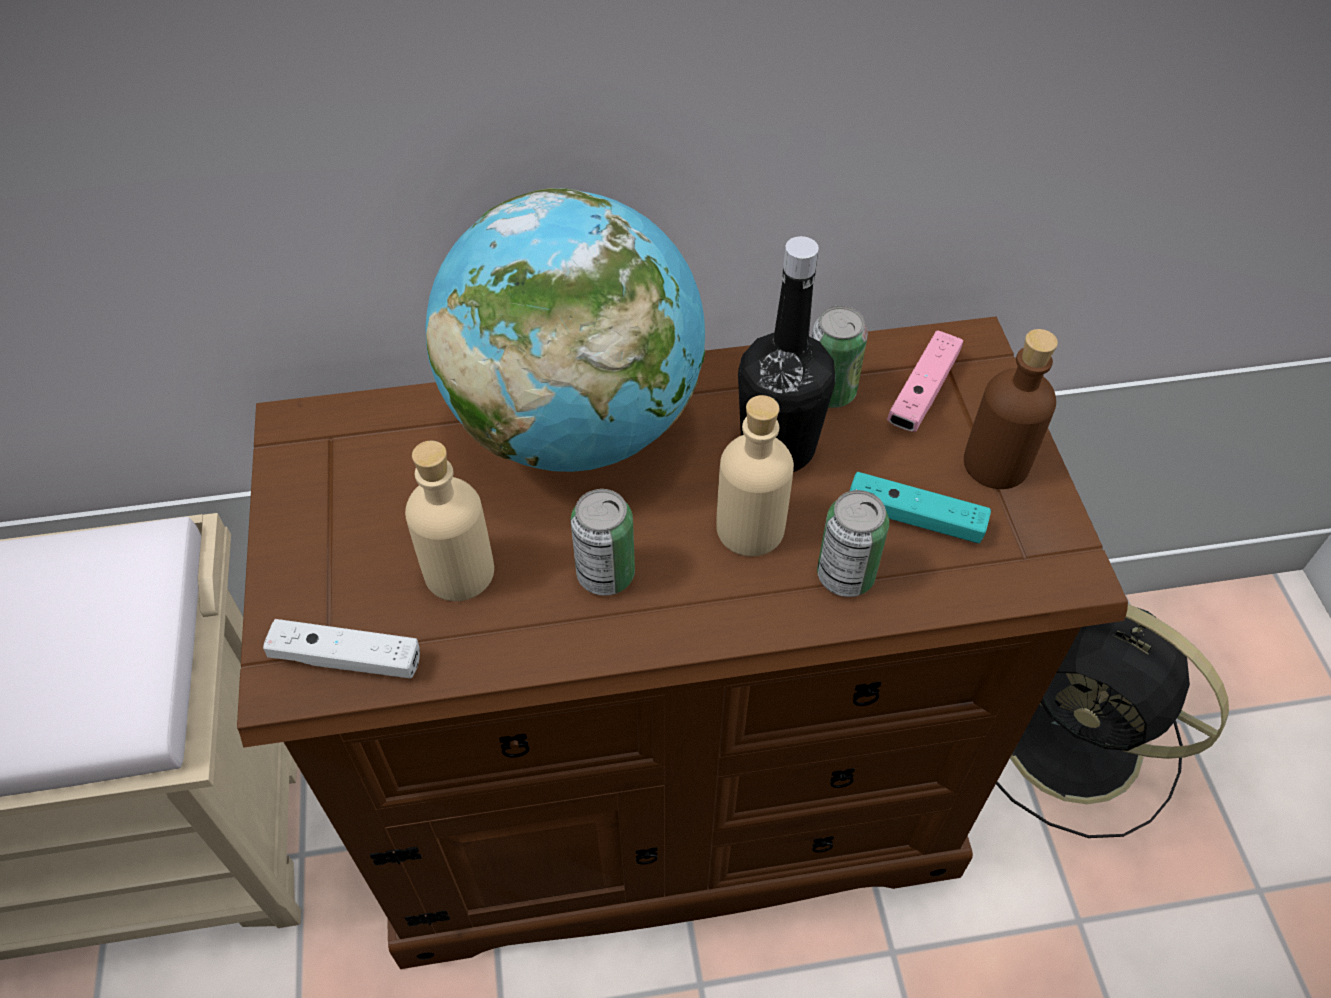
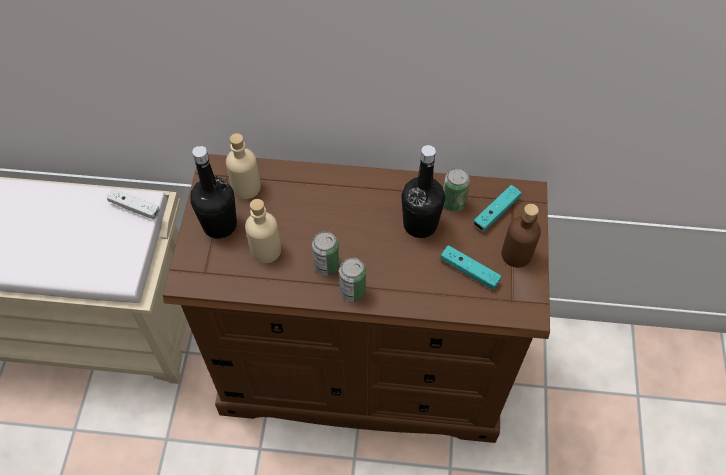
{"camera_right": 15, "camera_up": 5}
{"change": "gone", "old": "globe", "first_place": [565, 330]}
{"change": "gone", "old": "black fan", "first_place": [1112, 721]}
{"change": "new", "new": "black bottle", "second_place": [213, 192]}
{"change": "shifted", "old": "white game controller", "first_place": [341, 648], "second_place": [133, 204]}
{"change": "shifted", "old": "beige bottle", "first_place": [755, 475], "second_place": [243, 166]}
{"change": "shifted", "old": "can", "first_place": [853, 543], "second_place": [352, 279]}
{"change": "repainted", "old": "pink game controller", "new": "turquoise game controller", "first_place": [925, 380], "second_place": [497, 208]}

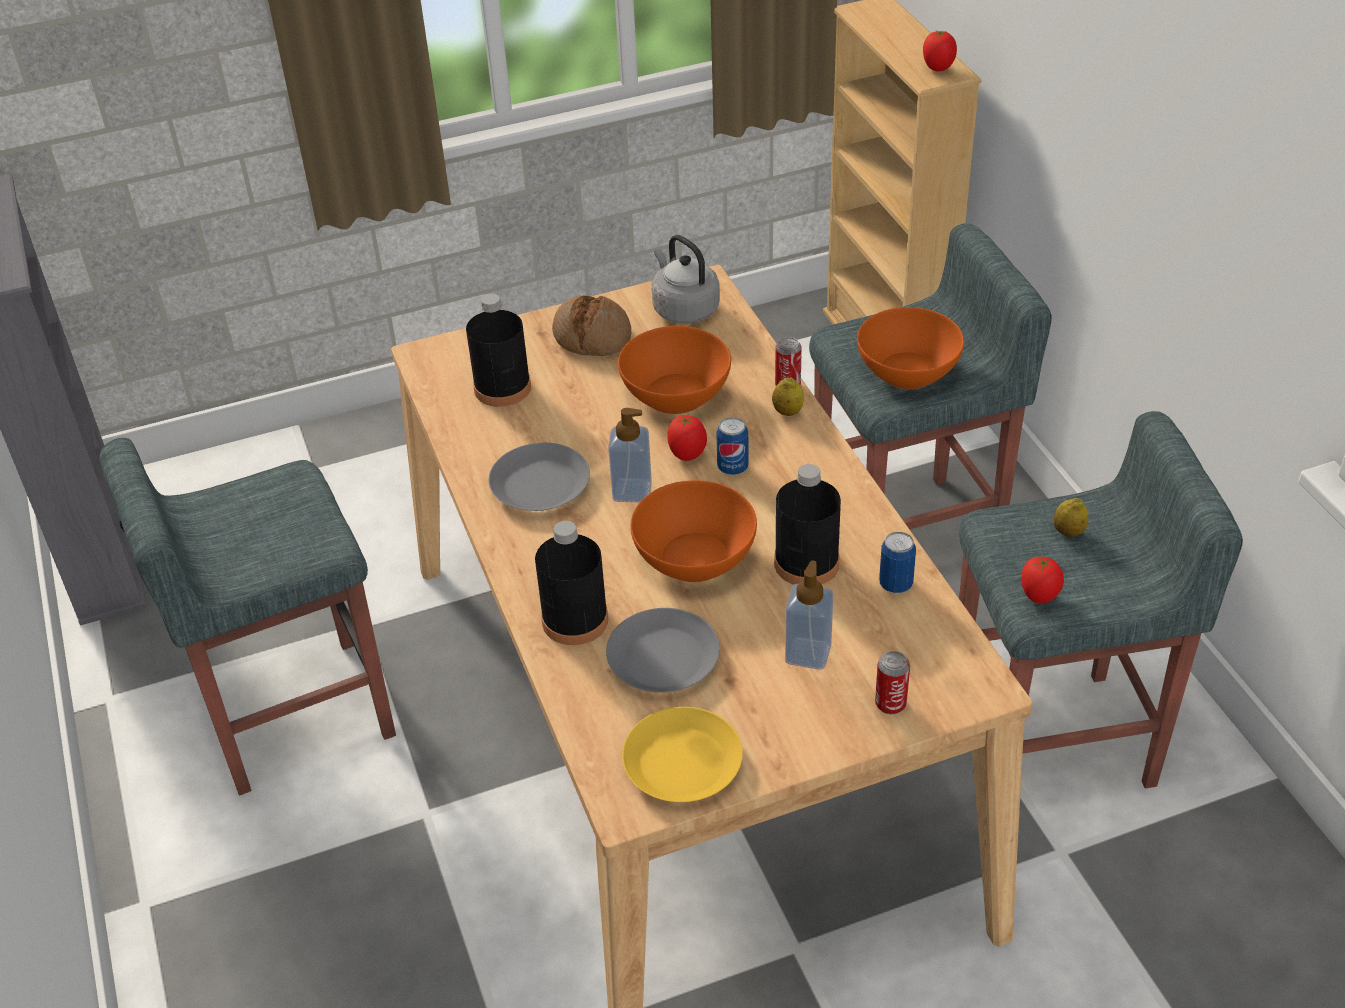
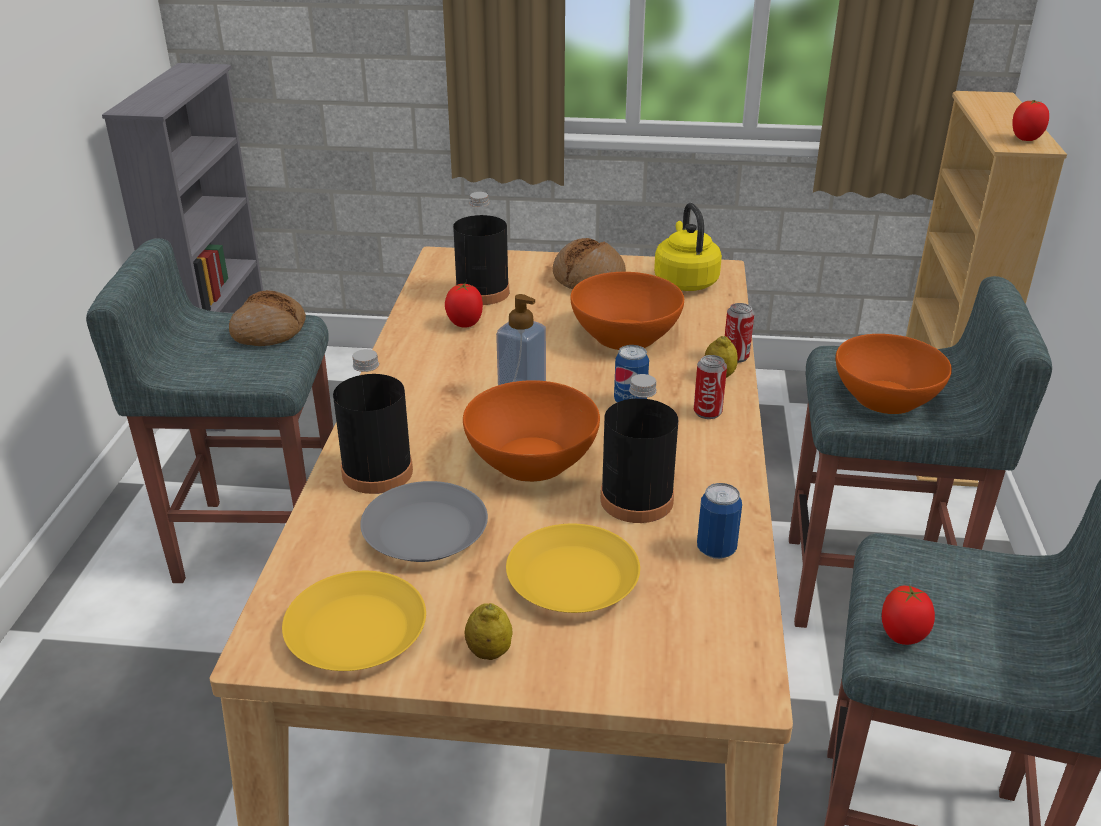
{"camera_right": 25, "camera_up": -10}
{"change": "gone", "old": "grey plate", "first_place": [539, 477]}
{"change": "new", "new": "bread", "second_place": [267, 318]}
{"change": "shifted", "old": "tomato", "first_place": [687, 438], "second_place": [464, 305]}
{"change": "shifted", "old": "can", "first_place": [892, 682], "second_place": [710, 387]}
{"change": "shifted", "old": "lemon", "first_place": [1071, 517], "second_place": [488, 631]}
{"change": "swapped", "old": "soap dispenser", "new": "yellow plate", "first_place": [809, 615], "second_place": [573, 568]}
{"change": "repainted", "old": "grey kettle", "new": "yellow kettle", "first_place": [686, 279], "second_place": [688, 247]}

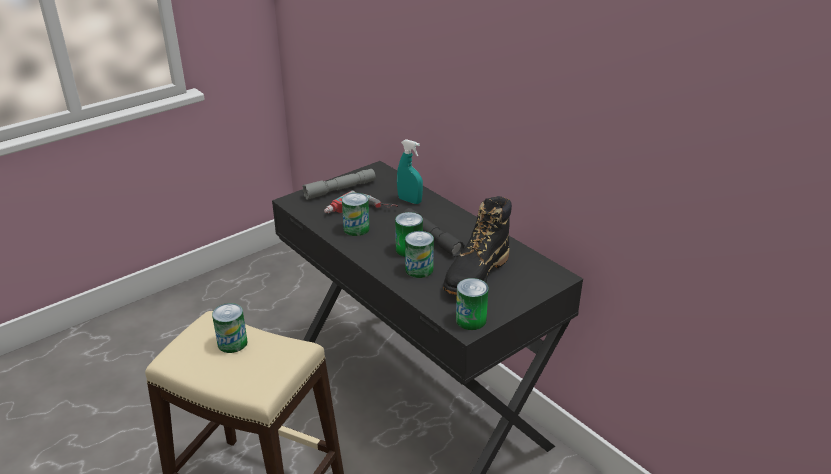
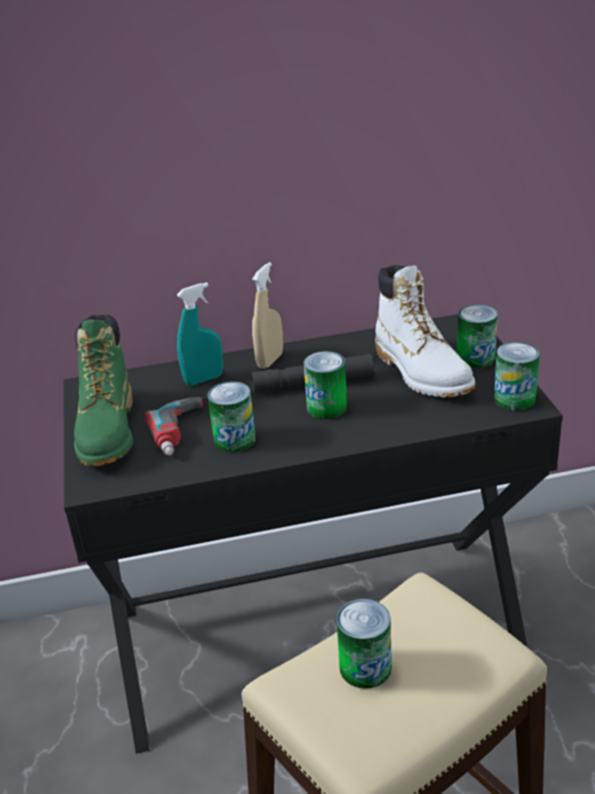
{"camera_right": -60, "camera_up": 0}
{"change": "new", "new": "beige spray bottle", "second_place": [267, 315]}
{"change": "shifted", "old": "can", "first_place": [419, 254], "second_place": [477, 336]}
{"change": "swapped", "old": "grey flashlight", "new": "green boot", "first_place": [339, 184], "second_place": [103, 390]}
{"change": "repainted", "old": "black boot", "new": "white boot", "first_place": [477, 245], "second_place": [425, 331]}

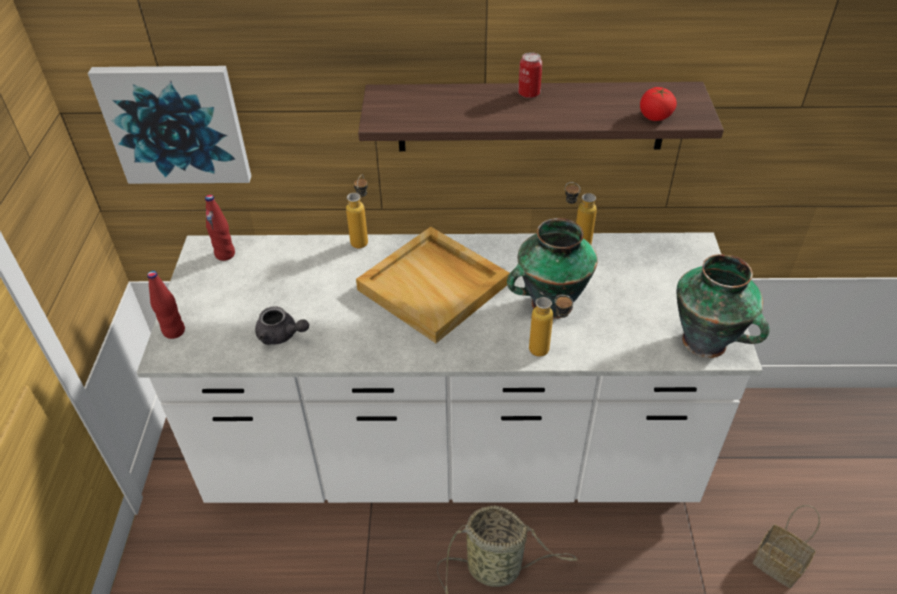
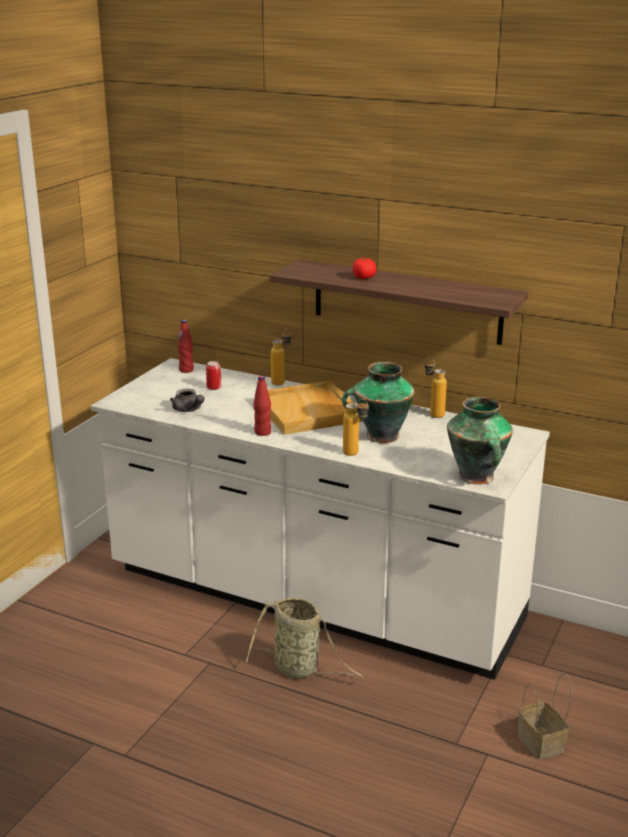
{"camera_right": 25, "camera_up": -20}
{"change": "gone", "old": "picture", "first_place": [169, 125]}
{"change": "shifted", "old": "red bottle", "first_place": [166, 305], "second_place": [262, 405]}
{"change": "shifted", "old": "can", "first_place": [530, 75], "second_place": [213, 375]}
{"change": "shifted", "old": "tomato", "first_place": [658, 104], "second_place": [364, 268]}

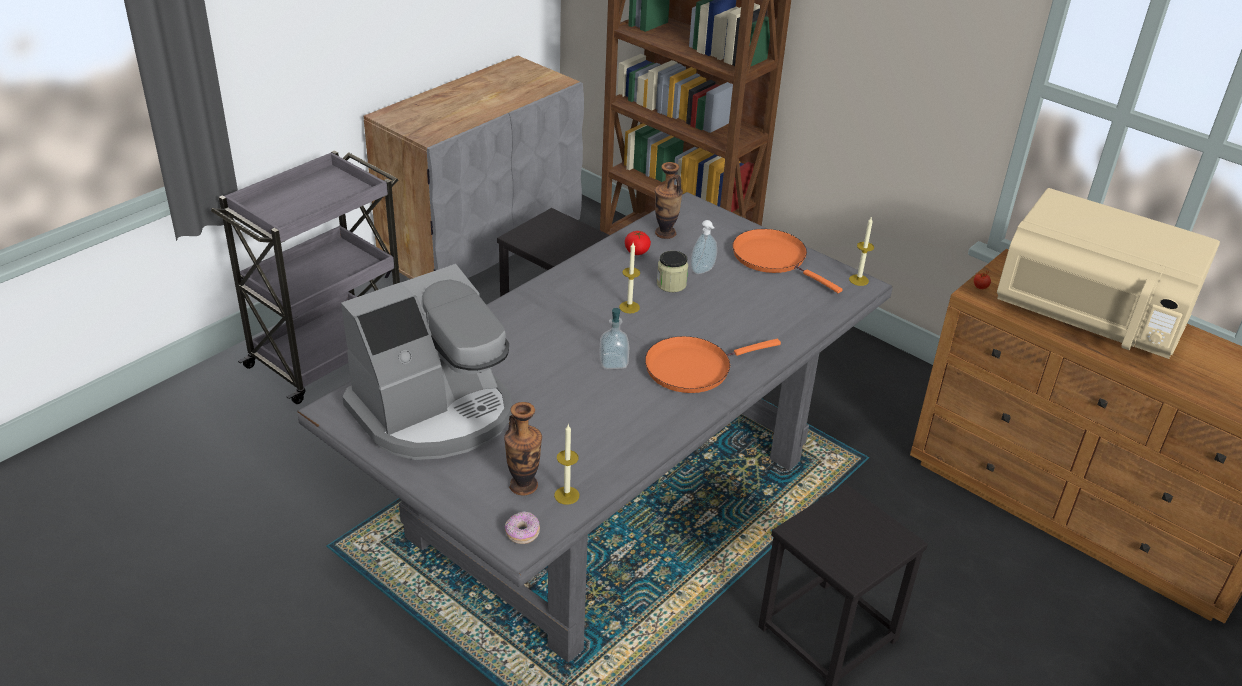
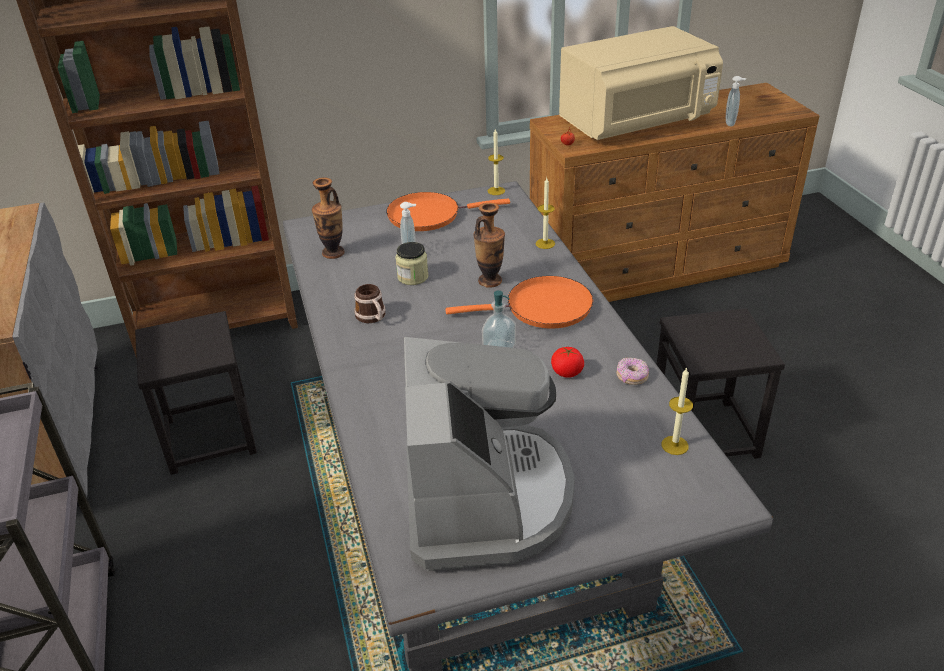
{"camera_right": -55, "camera_up": 0}
{"change": "new", "new": "mug", "second_place": [369, 303]}
{"change": "new", "new": "soap dispenser", "second_place": [736, 101]}
{"change": "shifted", "old": "vase", "first_place": [523, 448], "second_place": [489, 245]}
{"change": "shifted", "old": "donut", "first_place": [522, 527], "second_place": [633, 371]}
{"change": "shifted", "old": "candle", "first_place": [629, 278], "second_place": [545, 213]}
{"change": "shifted", "old": "tomato", "first_place": [638, 243], "second_place": [567, 362]}
{"change": "rotated", "old": "orange frying pan", "first_place": [713, 364], "second_place": [519, 302], "degrees": -105}

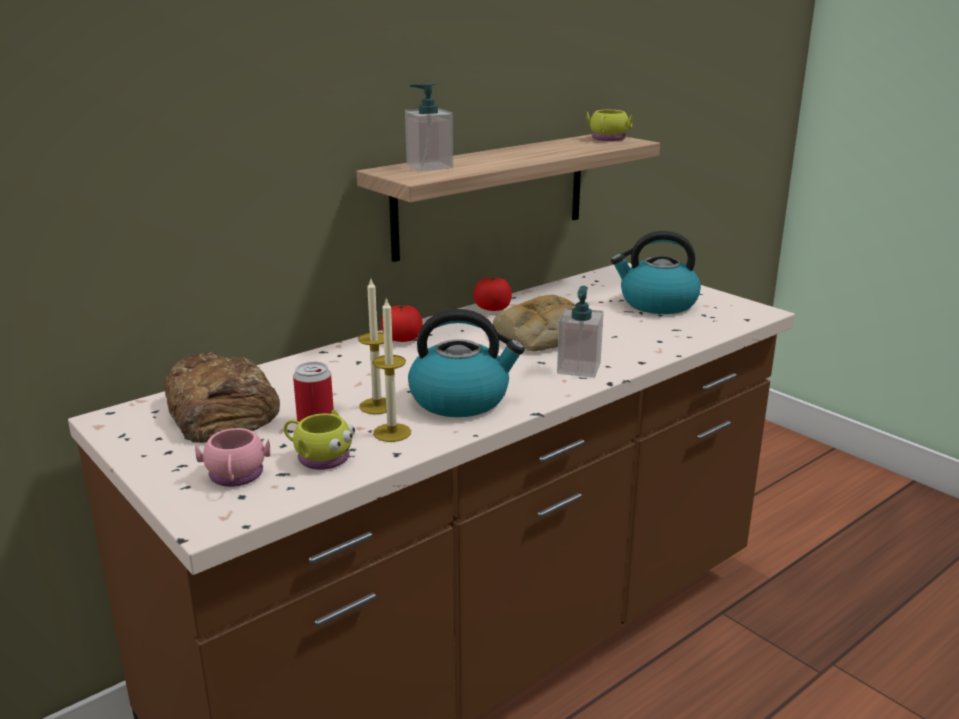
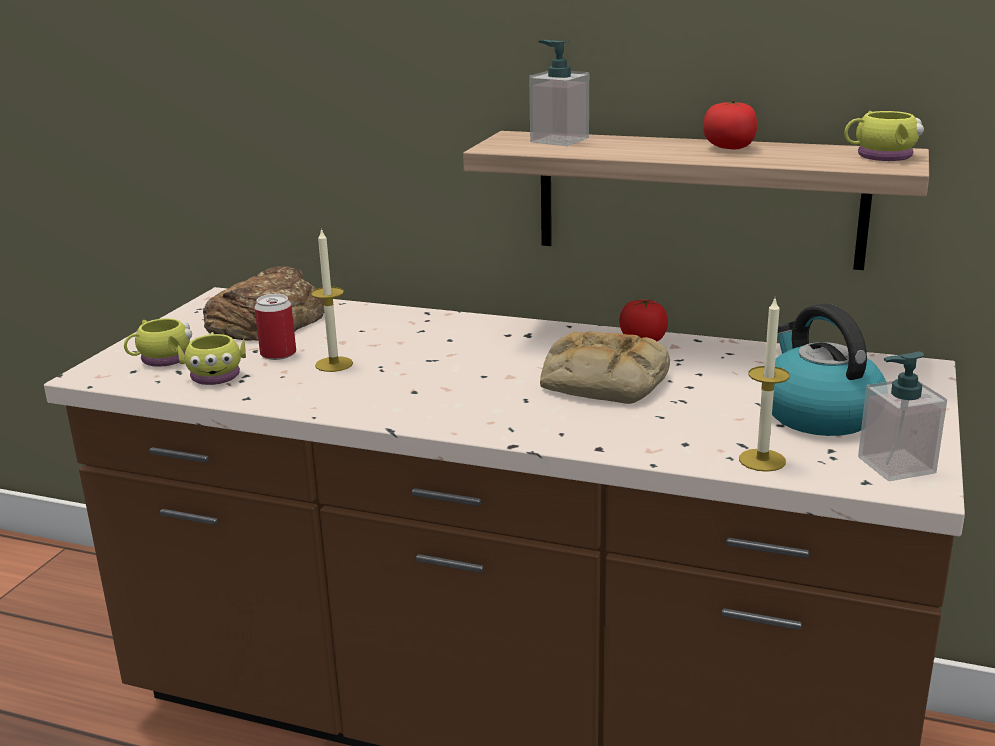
{"camera_right": 60, "camera_up": 0}
{"change": "gone", "old": "kettle", "first_place": [466, 363]}
{"change": "shifted", "old": "candle", "first_place": [391, 369], "second_place": [764, 385]}
{"change": "shifted", "old": "tomato", "first_place": [402, 323], "second_place": [730, 124]}
{"change": "shifted", "old": "soap dispenser", "first_place": [580, 332], "second_place": [902, 416]}
{"change": "repainted", "old": "pink mug", "new": "yellow mug", "first_place": [233, 457], "second_place": [158, 342]}

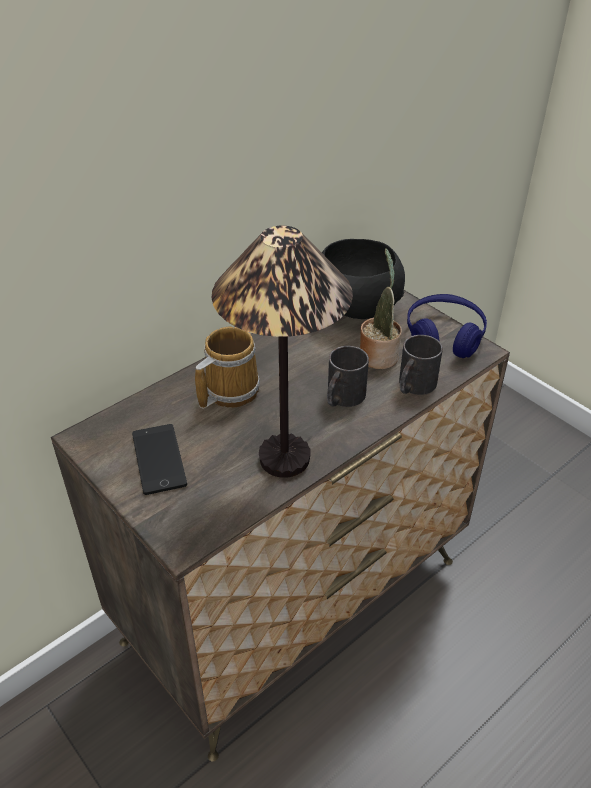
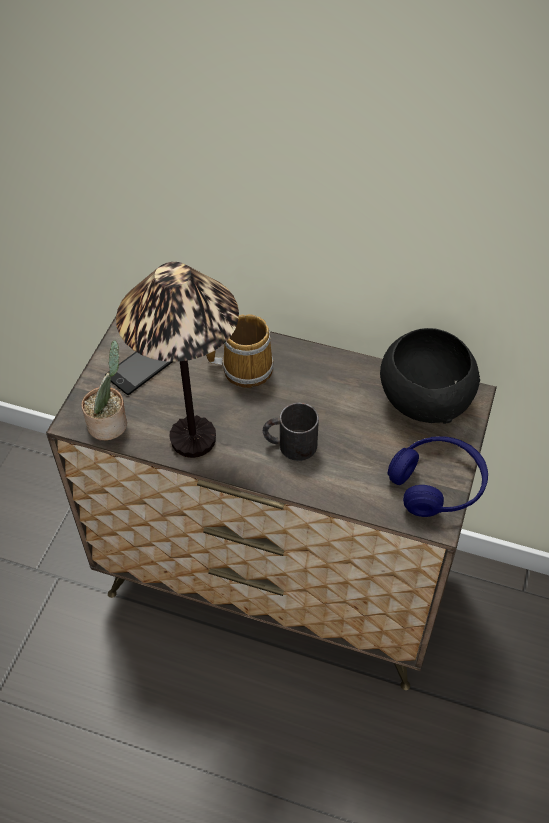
{"camera_right": 60, "camera_up": 10}
{"change": "gone", "old": "black mug", "first_place": [421, 365]}
{"change": "shifted", "old": "potted plant", "first_place": [381, 308], "second_place": [104, 390]}

